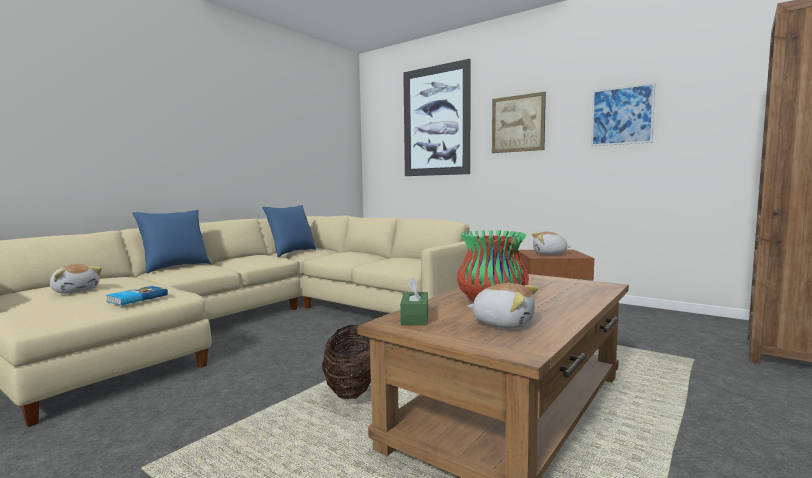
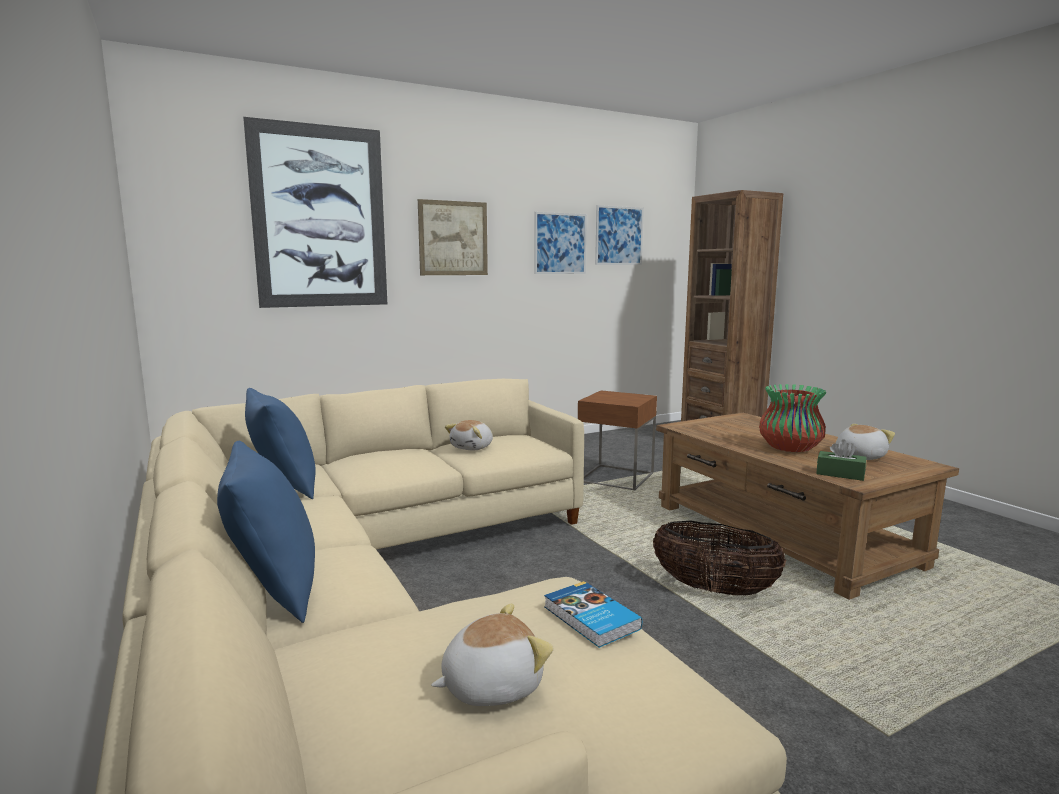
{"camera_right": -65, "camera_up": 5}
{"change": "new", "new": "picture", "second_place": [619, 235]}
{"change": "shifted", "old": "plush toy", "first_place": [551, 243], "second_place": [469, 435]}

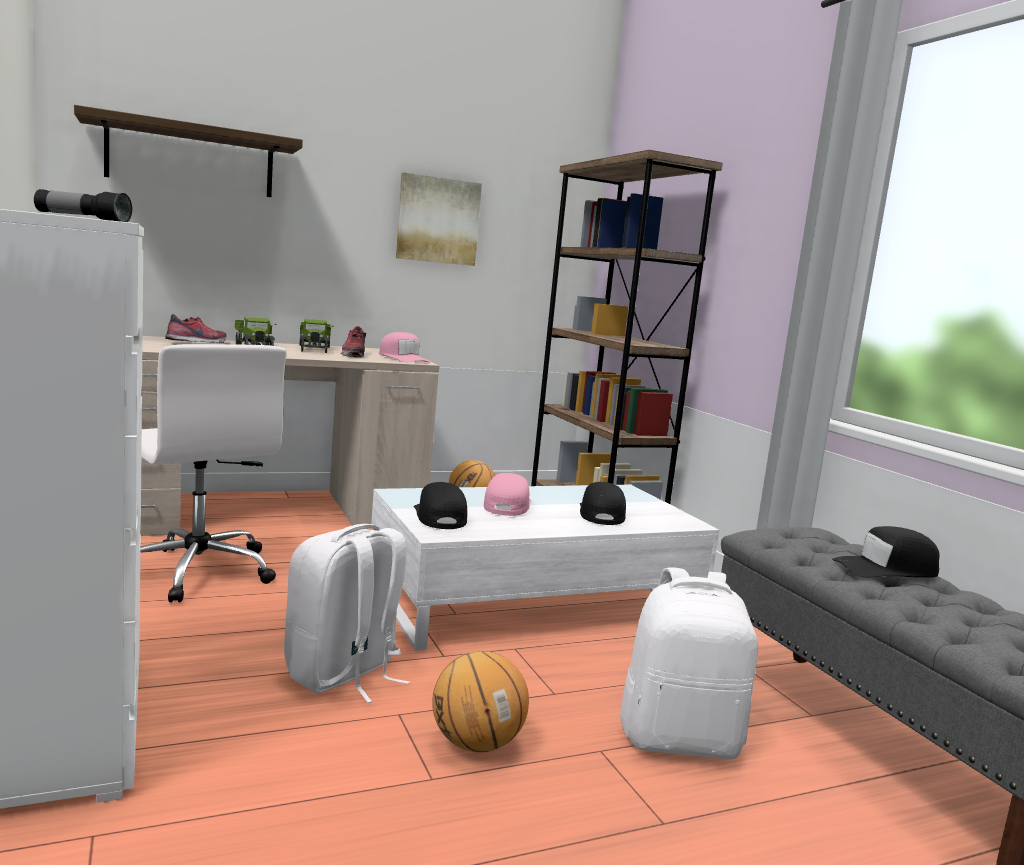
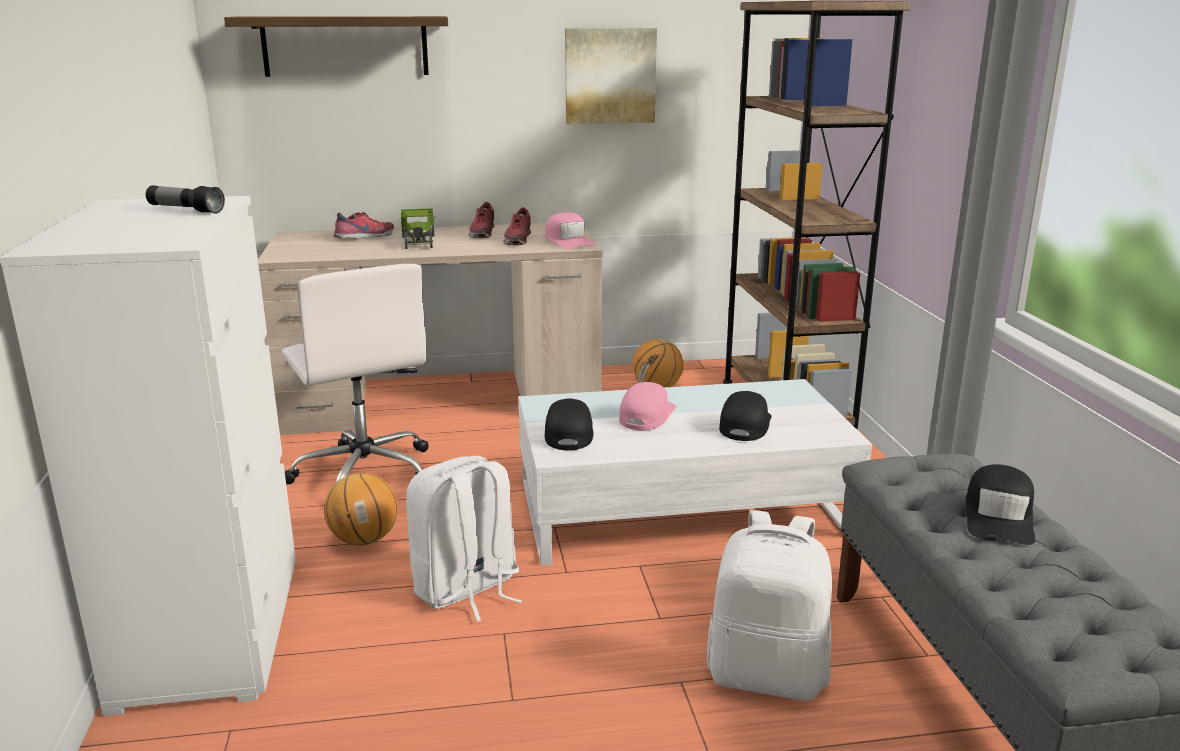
{"camera_right": 15, "camera_up": 10}
{"change": "shifted", "old": "basketball", "first_place": [480, 702], "second_place": [361, 509]}
{"change": "swapped", "old": "toy truck", "new": "shoe", "first_place": [316, 336], "second_place": [481, 220]}
{"change": "rotated", "old": "black cap", "first_place": [886, 552], "second_place": [1000, 504], "degrees": -75}

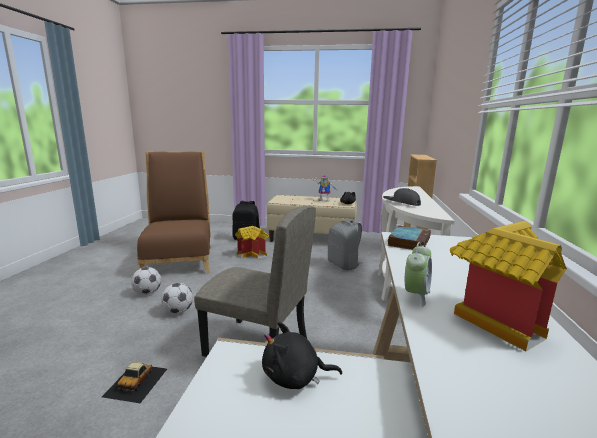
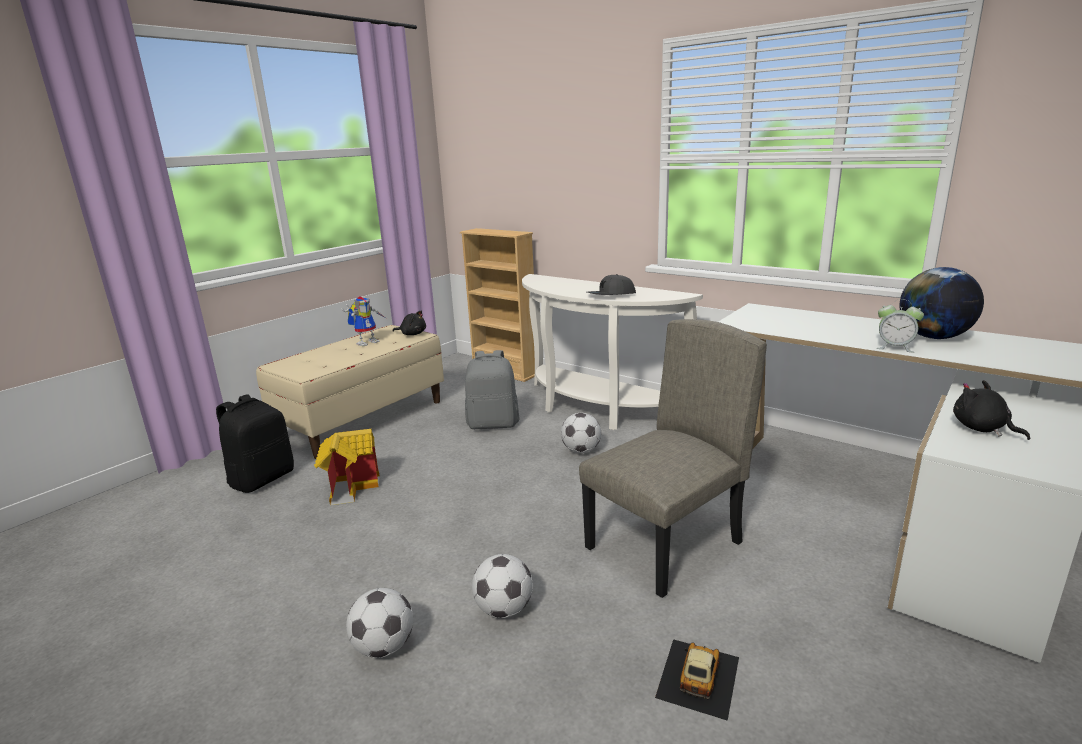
{"camera_right": -60, "camera_up": 5}
{"change": "gone", "old": "brown chair", "first_place": [174, 212]}
{"change": "gone", "old": "book", "first_place": [409, 237]}
{"change": "new", "new": "football", "second_place": [581, 433]}
{"change": "swapped", "old": "toy house", "new": "globe", "first_place": [508, 286], "second_place": [942, 303]}
{"change": "rotated", "old": "toy car", "first_place": [134, 382], "second_place": [697, 680], "degrees": -105}
{"change": "rotated", "old": "black plush toy", "first_place": [302, 355], "second_place": [991, 410], "degrees": 120}
{"change": "rotated", "old": "alarm clock", "first_place": [418, 274], "second_place": [900, 325], "degrees": 150}

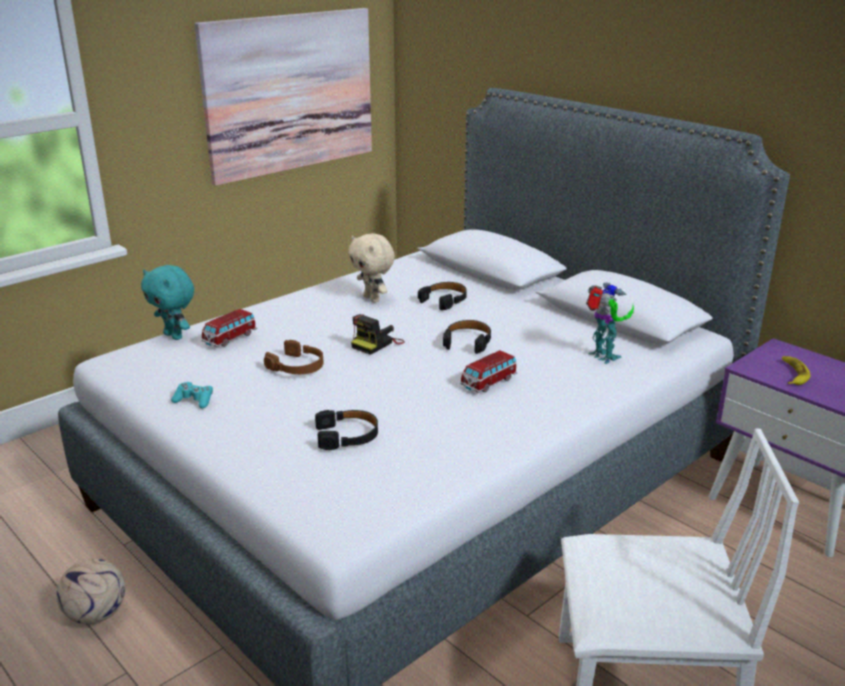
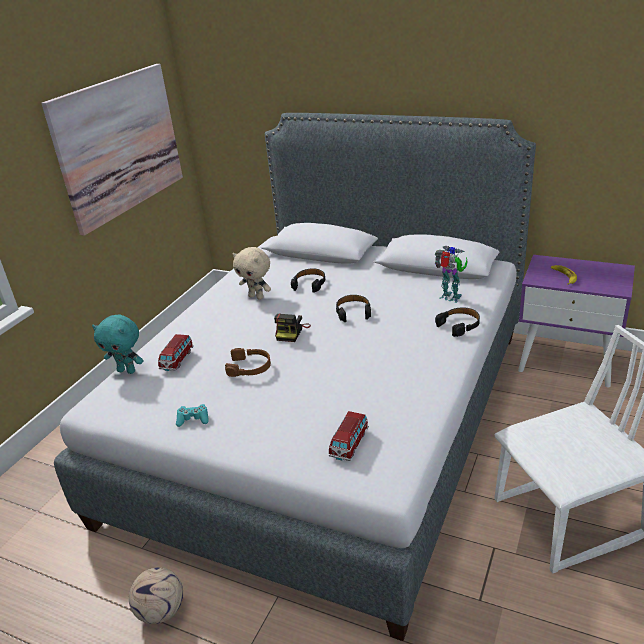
{"camera_right": -20, "camera_up": 5}
{"change": "shifted", "old": "black headphones", "first_place": [346, 430], "second_place": [457, 322]}
{"change": "shifted", "old": "toy car", "first_place": [488, 371], "second_place": [349, 436]}

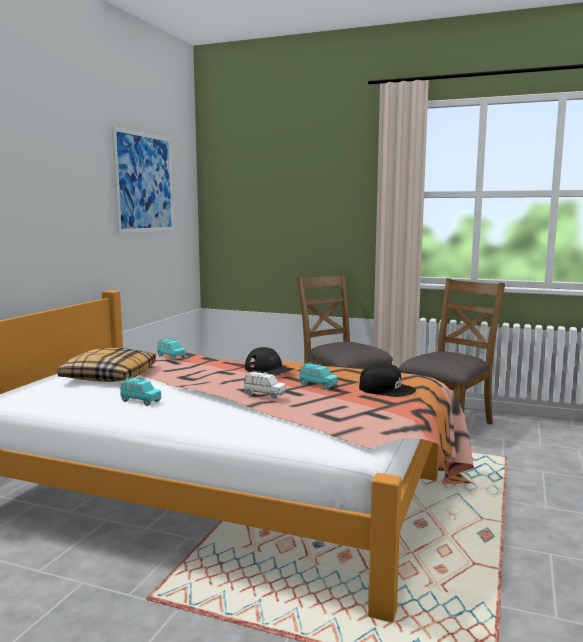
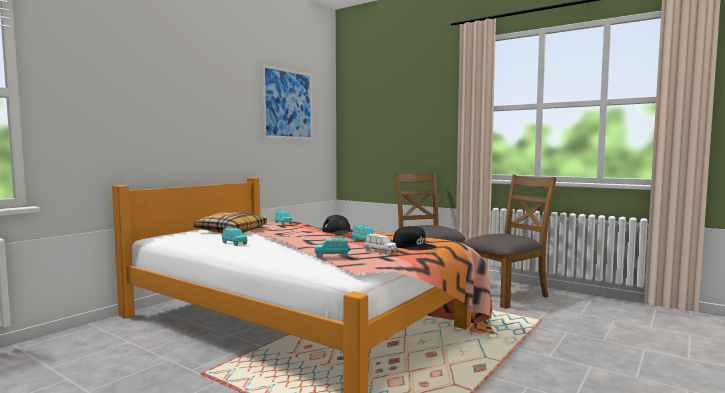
{"camera_right": 15, "camera_up": -5}
{"change": "new", "new": "turquoise toy car", "second_place": [332, 247]}
{"change": "shifted", "old": "white toy car", "first_place": [265, 385], "second_place": [380, 244]}

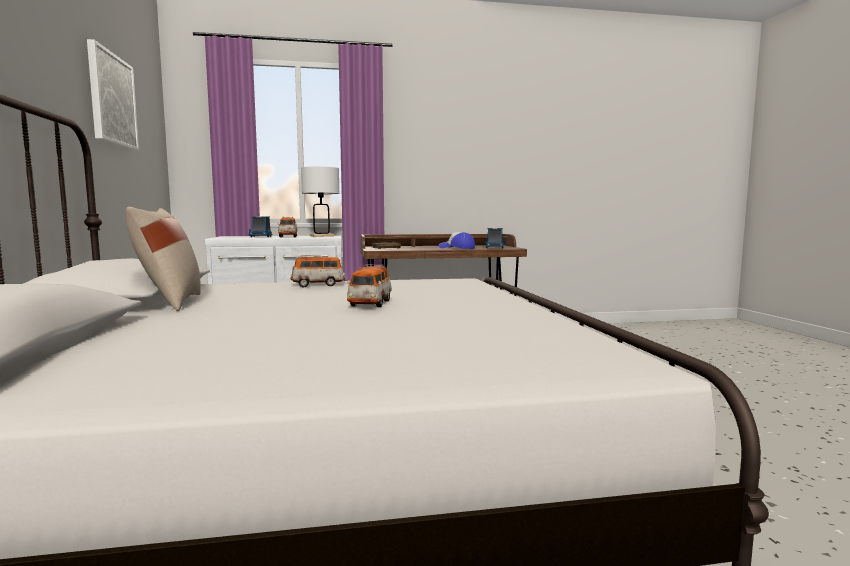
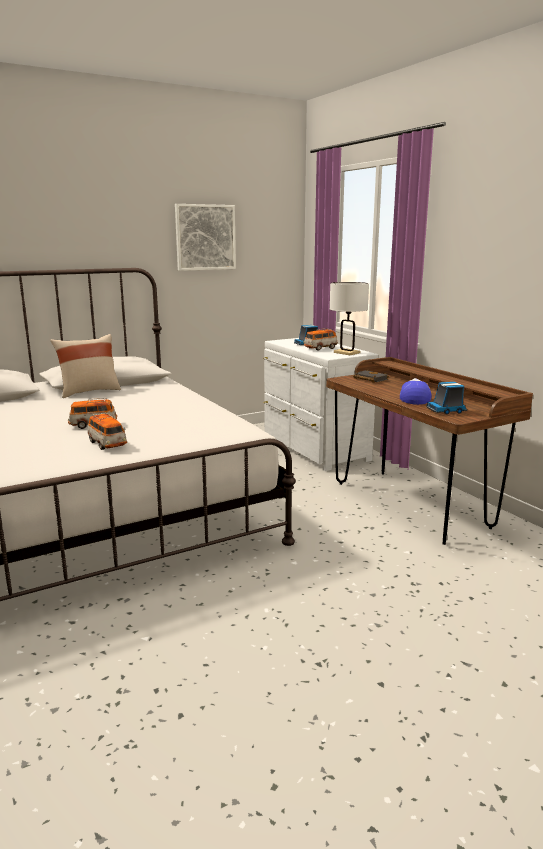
{"camera_right": 70, "camera_up": 10}
{"change": "shifted", "old": "toy car", "first_place": [317, 271], "second_place": [107, 431]}

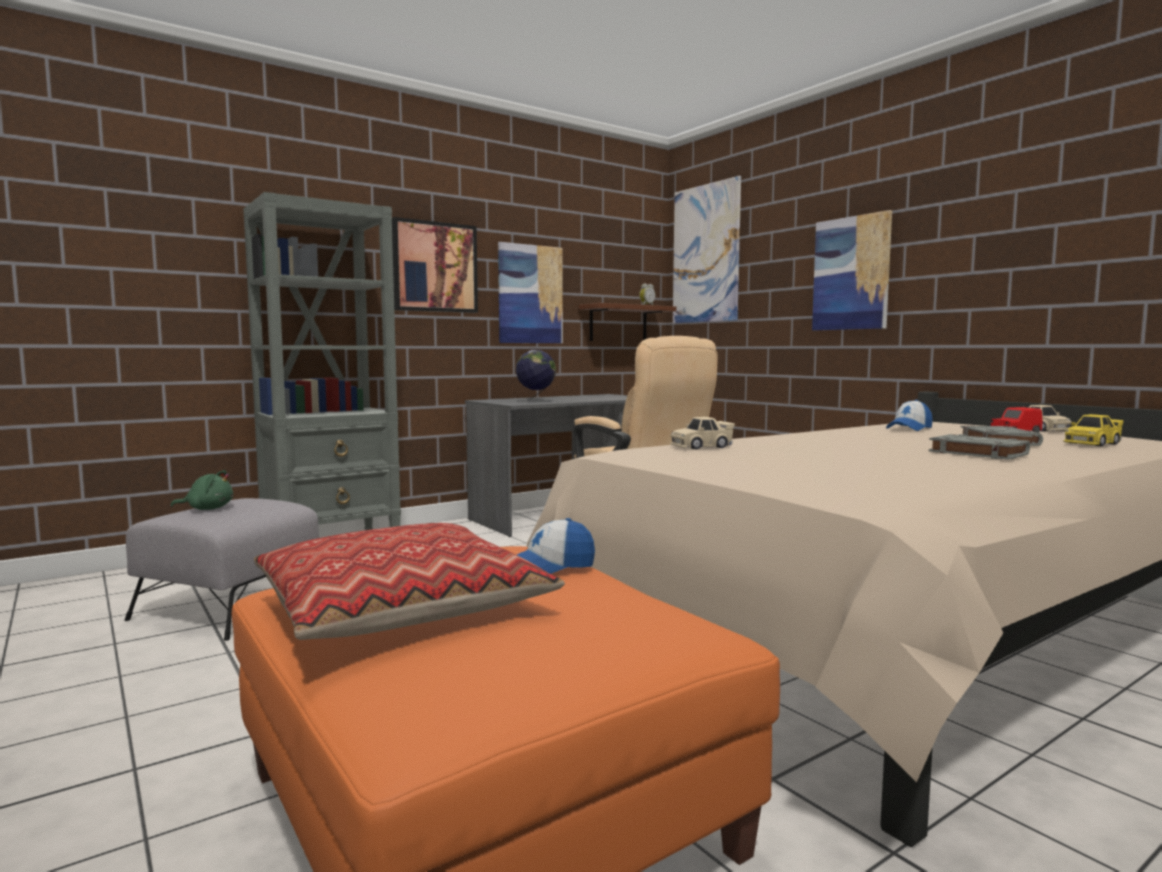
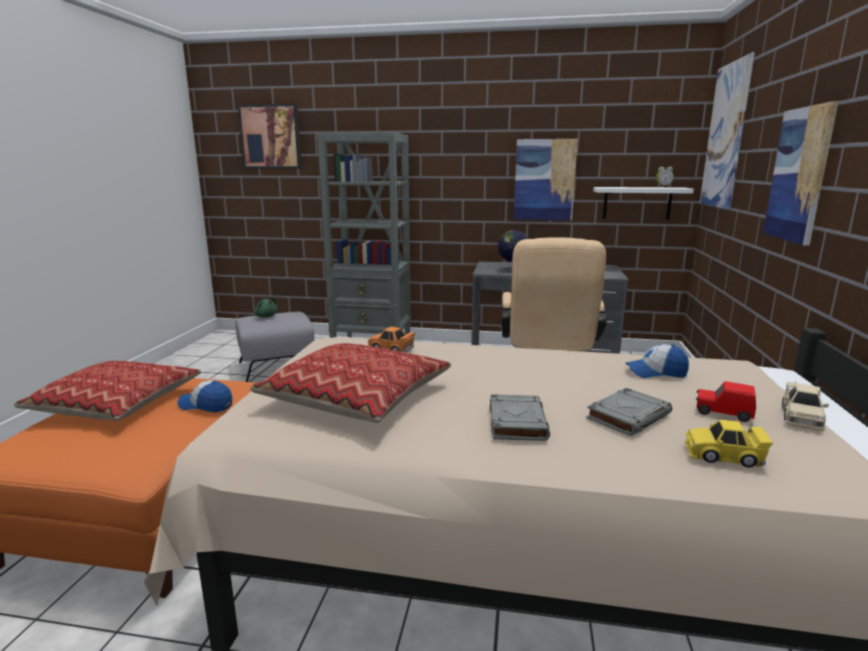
{"camera_right": 45, "camera_up": 10}
{"change": "new", "new": "pillow", "second_place": [350, 383]}
{"change": "shifted", "old": "picture", "first_place": [435, 265], "second_place": [269, 136]}
{"change": "repainted", "old": "brown shelf", "new": "white shelf", "first_place": [627, 322], "second_place": [643, 203]}
{"change": "repainted", "old": "beige toy car", "new": "orange toy car", "first_place": [702, 433], "second_place": [391, 340]}

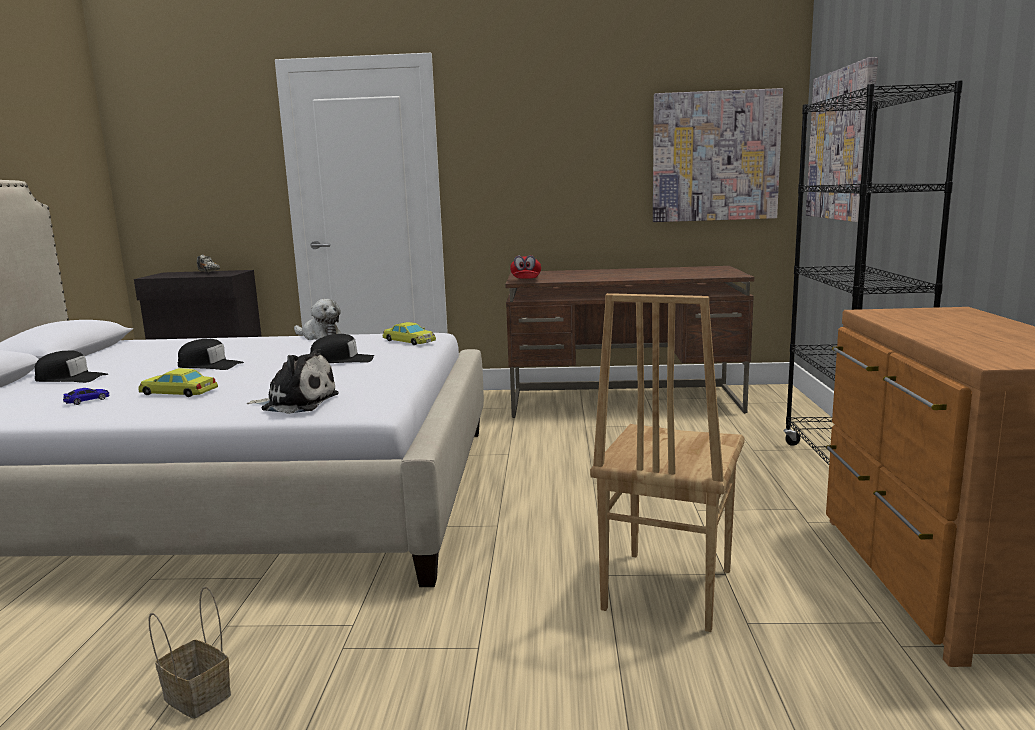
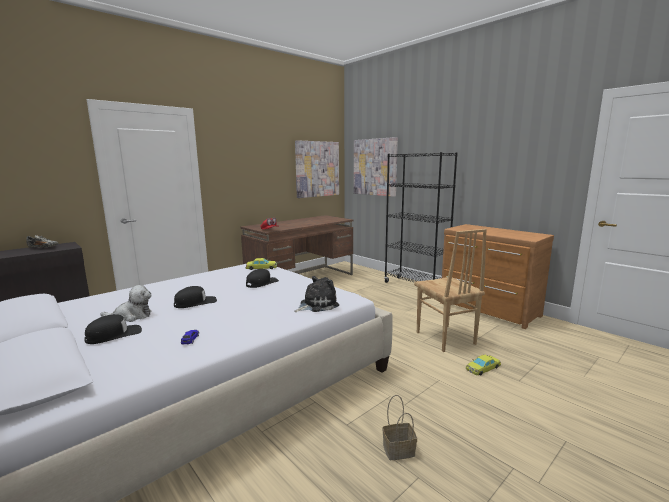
{"camera_right": -45, "camera_up": 0}
{"change": "shifted", "old": "yellow toy car", "first_place": [178, 382], "second_place": [483, 365]}
{"change": "shifted", "old": "plush toy", "first_place": [317, 319], "second_place": [126, 303]}

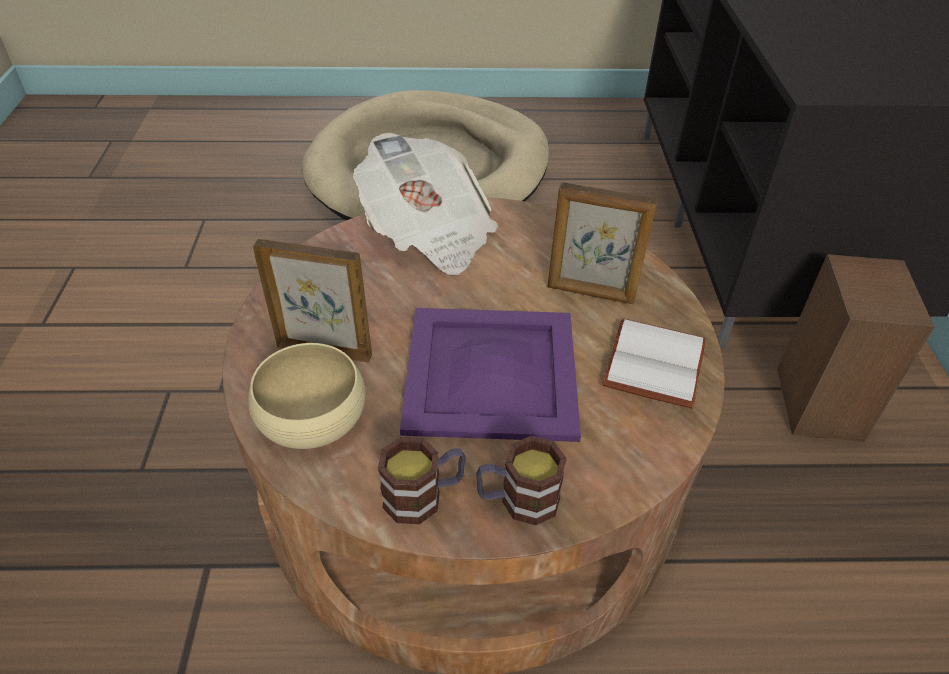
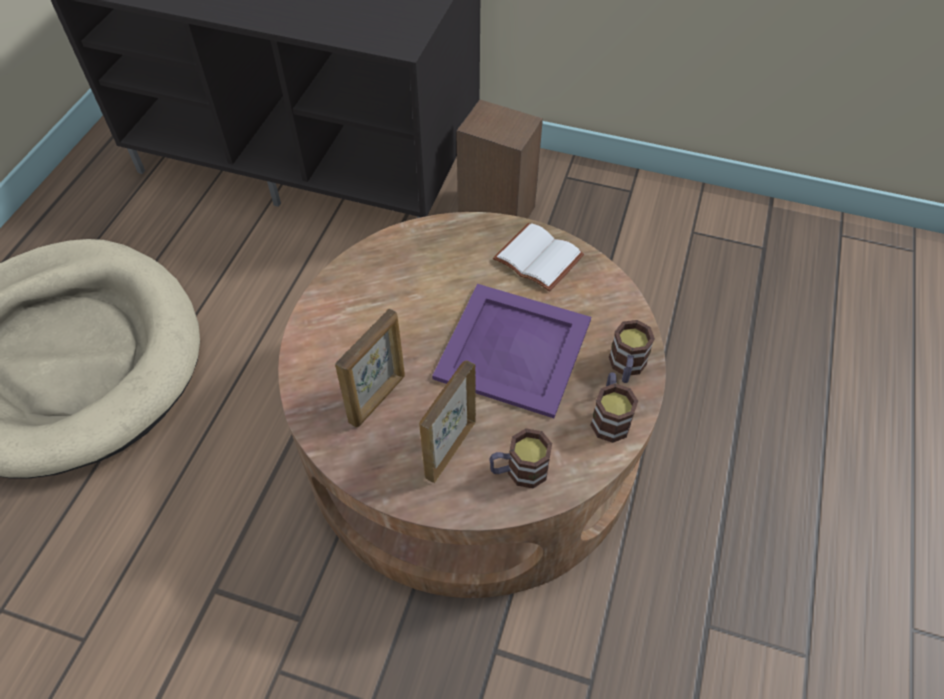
{"camera_right": -70, "camera_up": 10}
{"change": "gone", "old": "newspaper", "first_place": [425, 203]}
{"change": "shifted", "old": "picture frame", "first_place": [602, 243], "second_place": [370, 367]}
{"change": "swapped", "old": "beige bowl", "new": "mug", "first_place": [306, 396], "second_place": [520, 458]}

